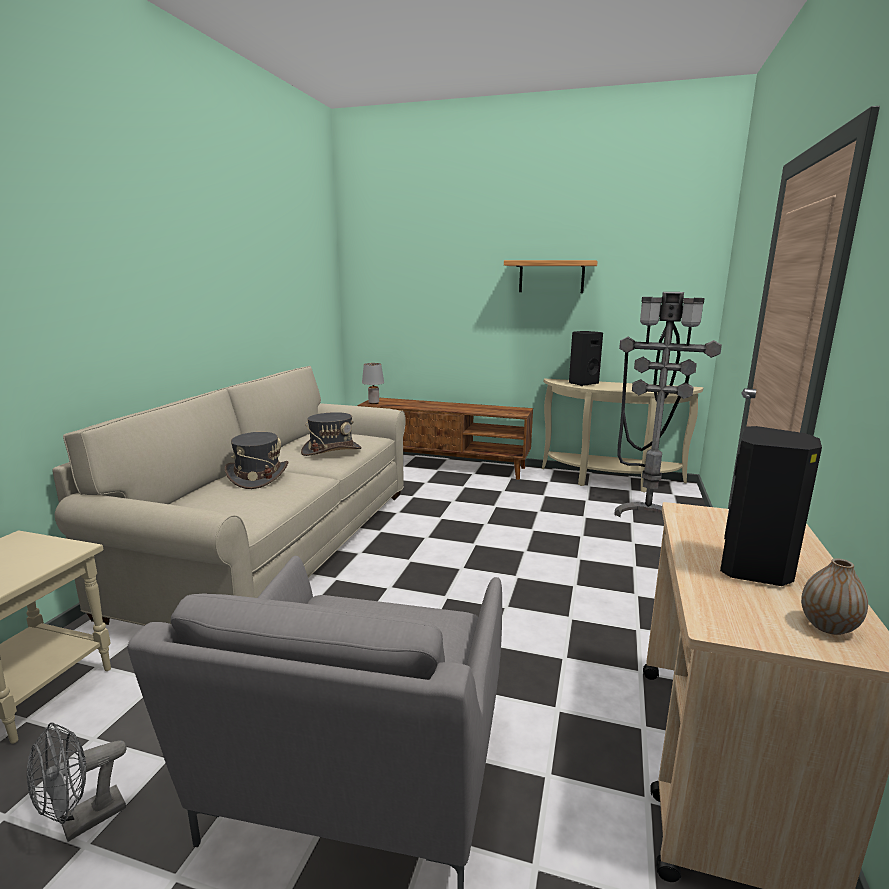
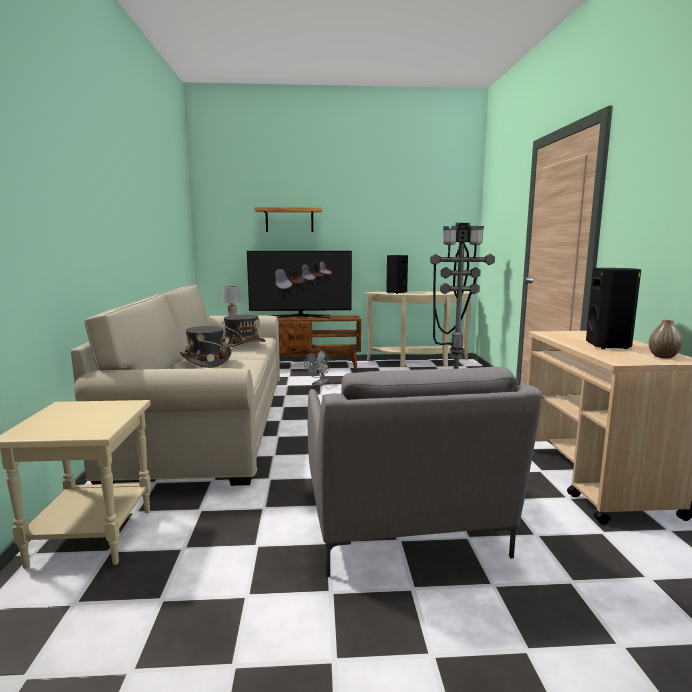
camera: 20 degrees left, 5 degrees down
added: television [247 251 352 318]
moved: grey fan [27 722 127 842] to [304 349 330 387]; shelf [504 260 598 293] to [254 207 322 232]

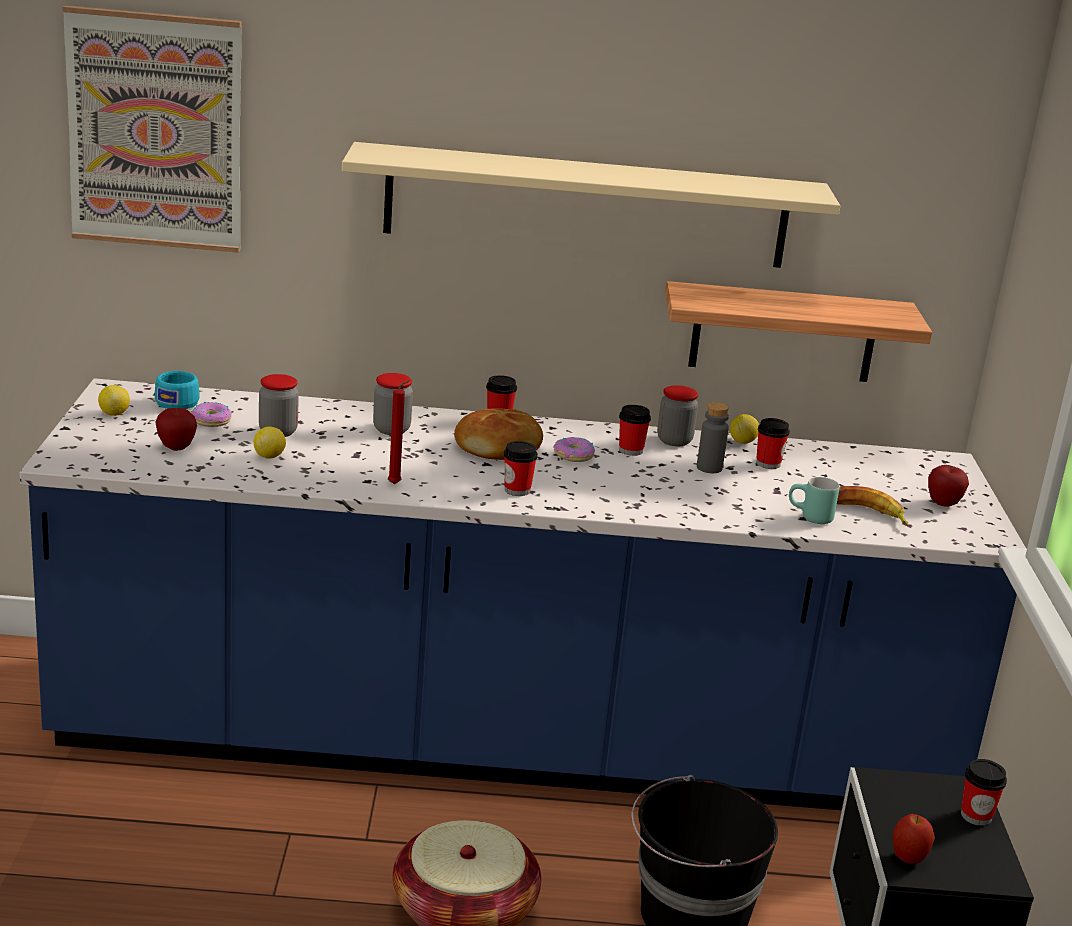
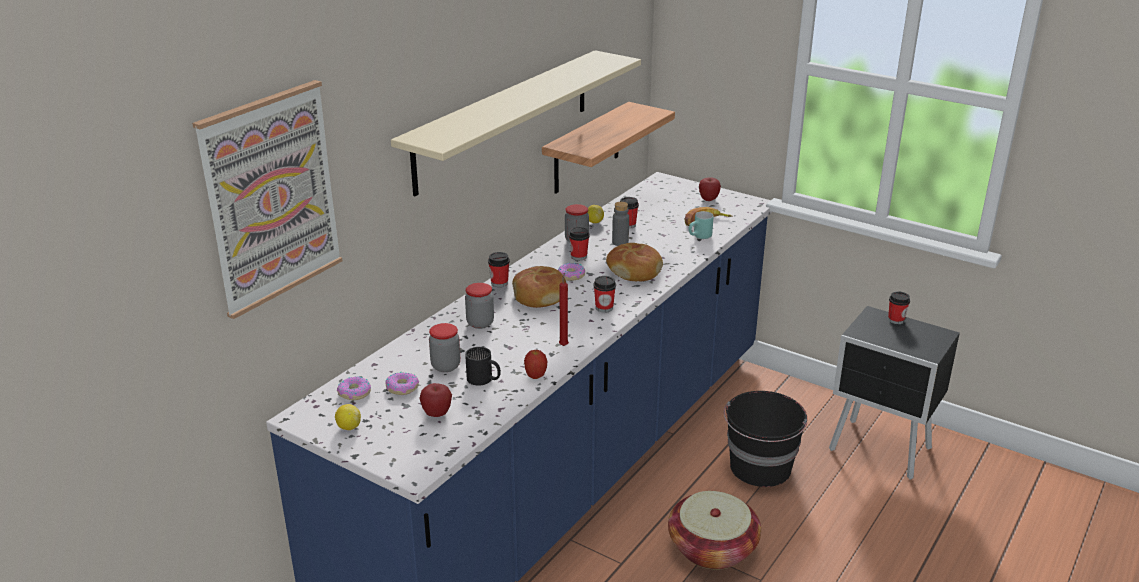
camera: 55 degrees left, 5 degrees up
added: bread [606 243 663 281]
moved: apple [893 814 935 864] to [524 350 547 379]
replaced: turquoise cup [155 371 200 409] to donut [337 376 371 400]; lemon [254 427 286 459] to black mug [465 347 501 385]

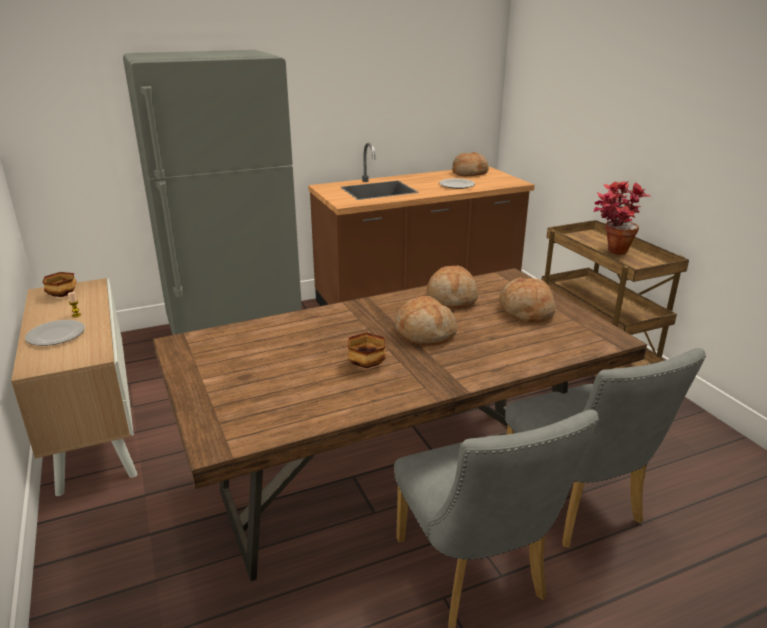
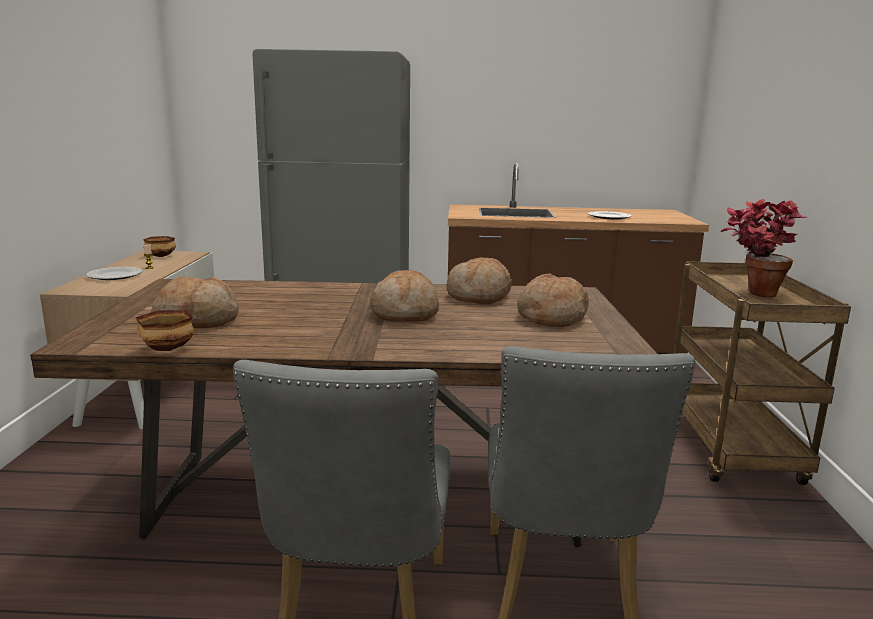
camera: 25 degrees right, 10 degrees down
moved: bowl [348 332 386 368] to [136 310 195 351]; bread [452 152 489 176] to [151 276 239 328]

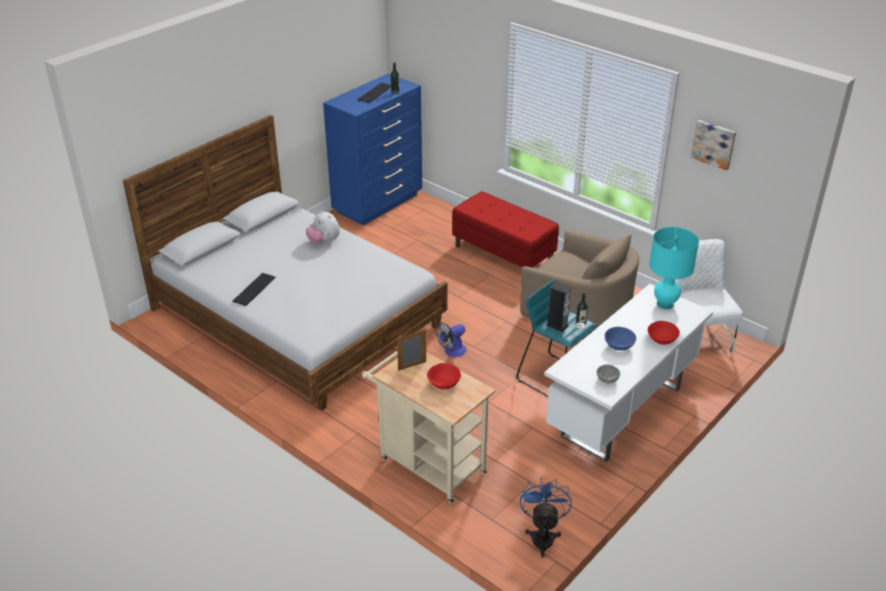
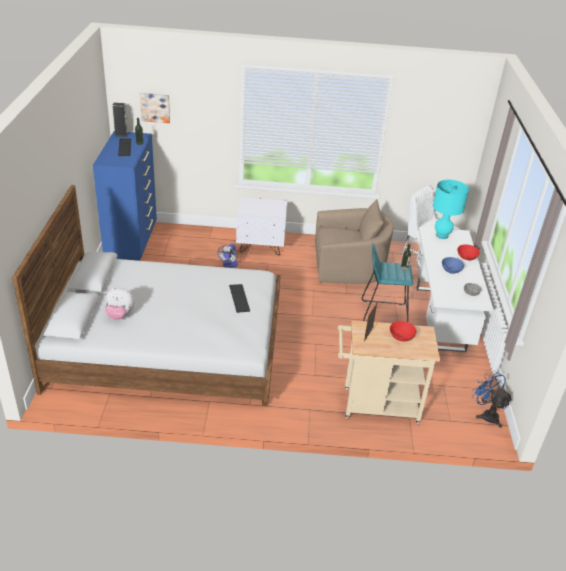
camera: 40 degrees left, 0 degrees up
moved: keyboard [233 273 276 306] to [229 284 250 313]; plush toy [306 210 340 244] to [105 288 134 320]; fan [436 322 467 357] to [217 244 238 268]; speaker [546 282 571 332] to [113 103 129 137]; picture [691 120 736 170] to [140 93 170 123]
replaced: red bench [452 192 559 267] to white nightstand [236 197 287 255]

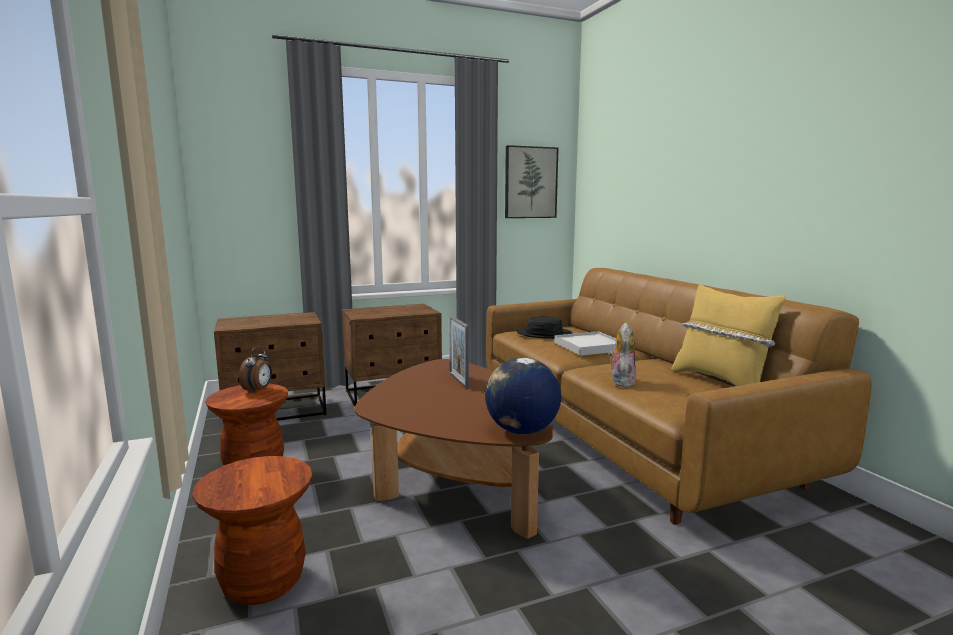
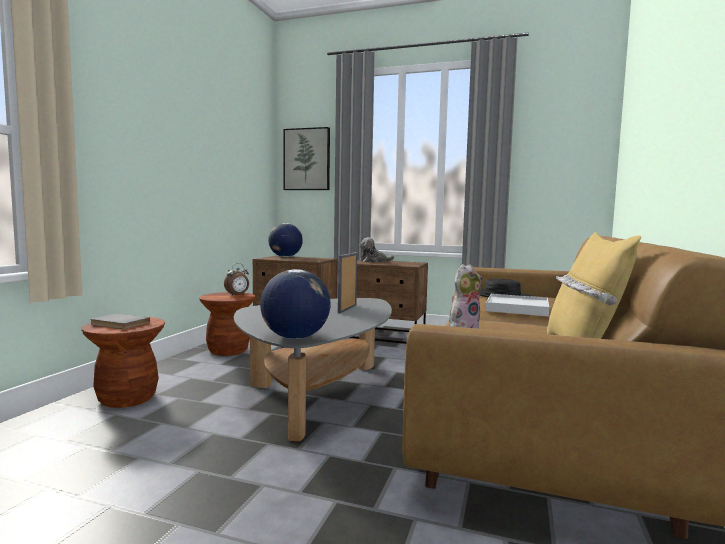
camera: 40 degrees right, 5 degrees down
added: grey book [90 313 150 329]; globe [268 223 303 257]; plush toy [359 237 394 262]
moved: picture [505 145 558 218] to [283 127 330 190]
recoloured: brown coffee table [354 359 553 539] to grey coffee table [234 298 392 441]

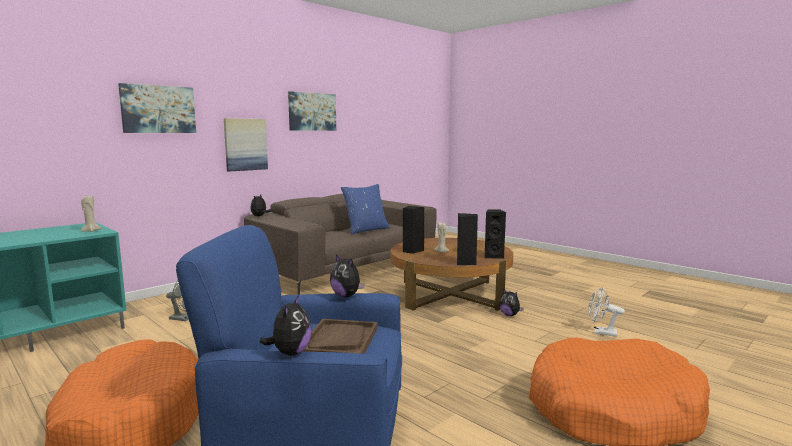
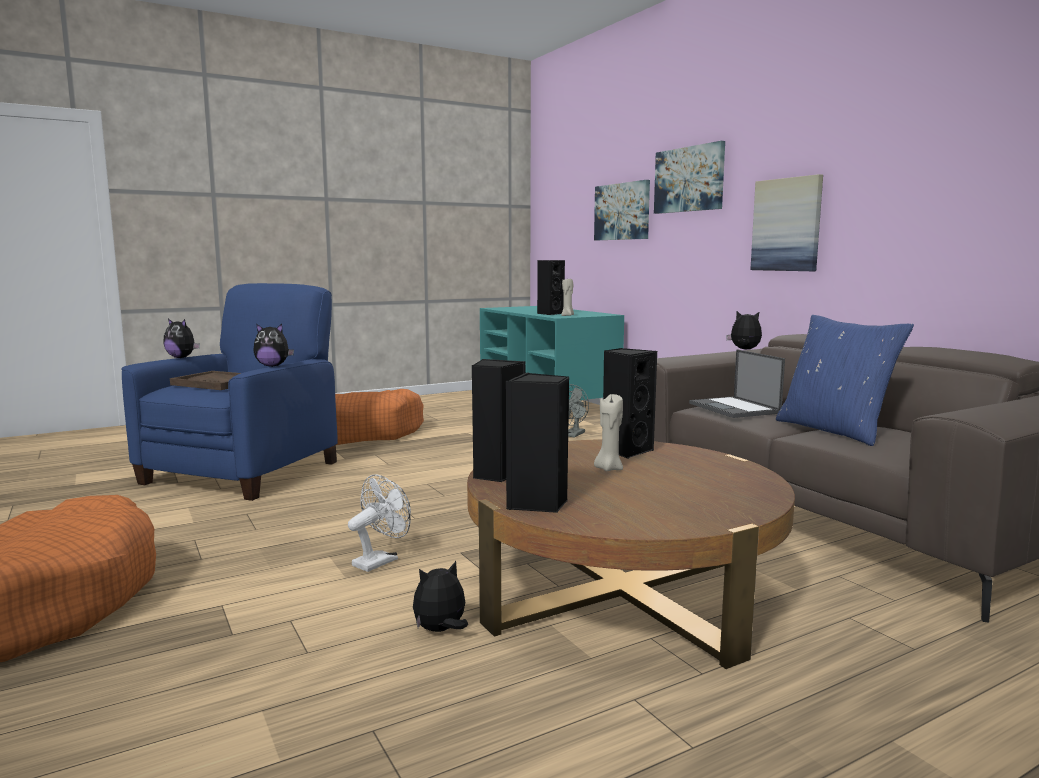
camera: 105 degrees right, 0 degrees up
added: black speaker [537 260 565 315]; laptop [689 349 785 418]
moved: picture [288 91 336 131] to [594 180 650 240]; white fan [588 287 625 337] to [348 474 411 572]
turned: plush toy [330 255 365 297] = [253 324 294 367] 150 degrees counterclockwise

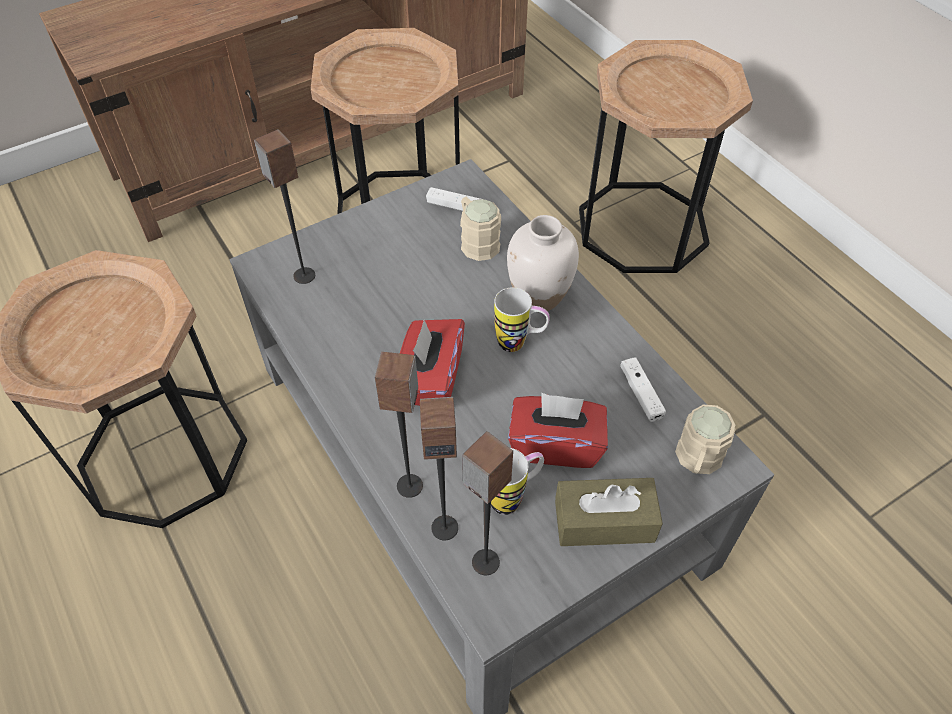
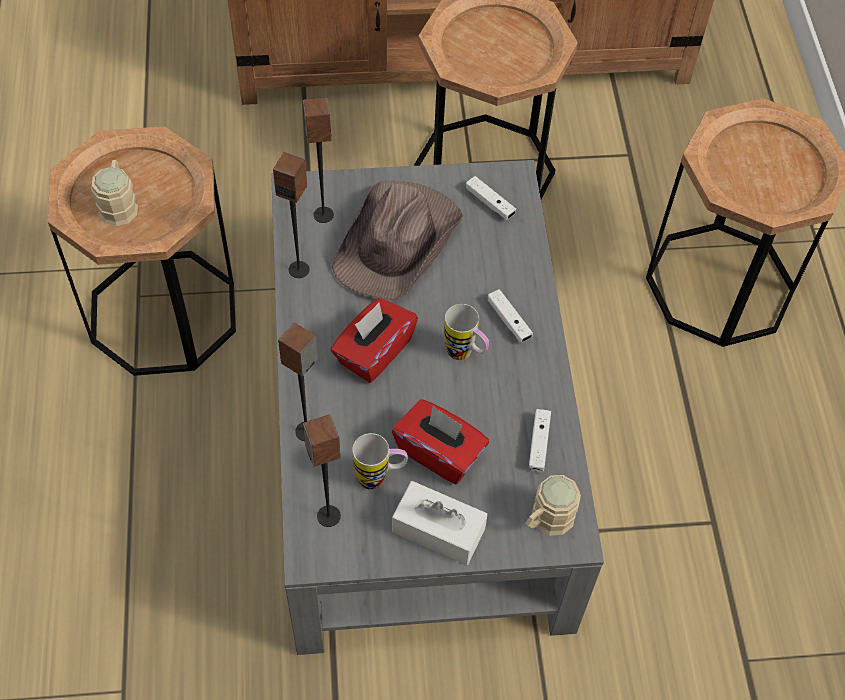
camera: 25 degrees right, 5 degrees up
added: brown hat [332 181 463 300]
moved: speaker [420 397 458 540] to [273 152 309 278]; beige mug [460 197 501 261] to [91 160 138 226]
replaced: white vase [507 215 579 311] to white game controller [487 289 533 343]
recoloured: brown tissue box [555 478 663 546] to white tissue box [392 481 488 565]

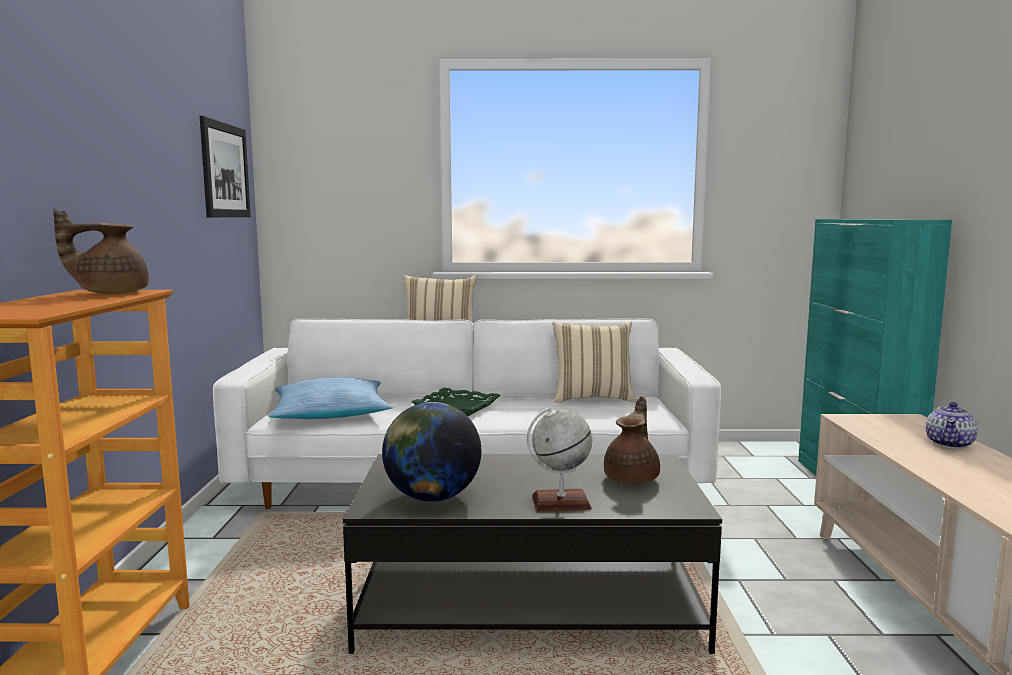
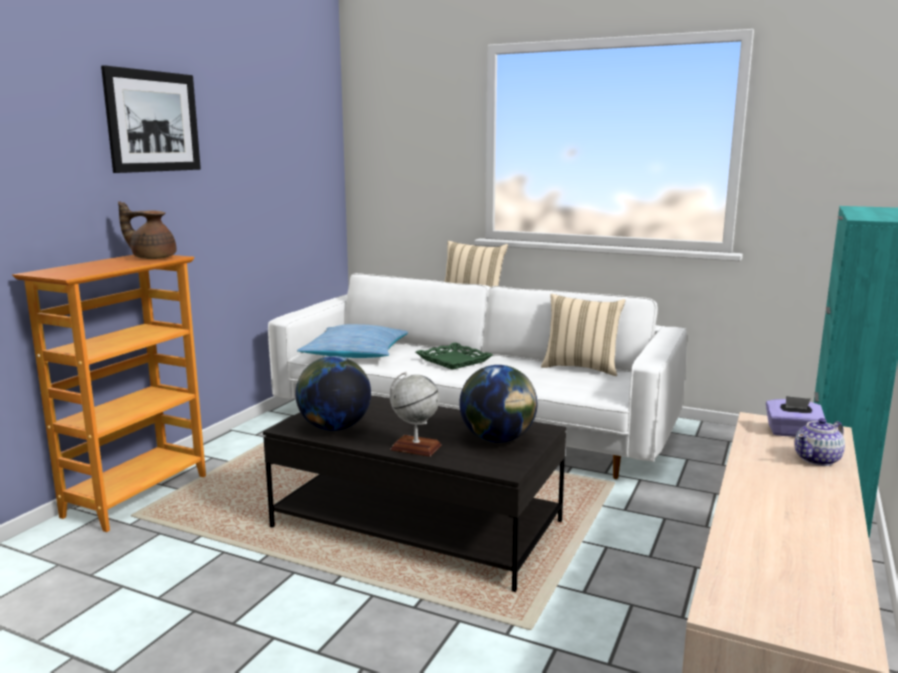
camera: 25 degrees right, 5 degrees up
added: purple tissue box [766 396 825 437]
moved: picture [200 116 251 217] to [101 65 201 173]
replaced: brown teapot [604 396 660 484] to globe [459 365 537 443]

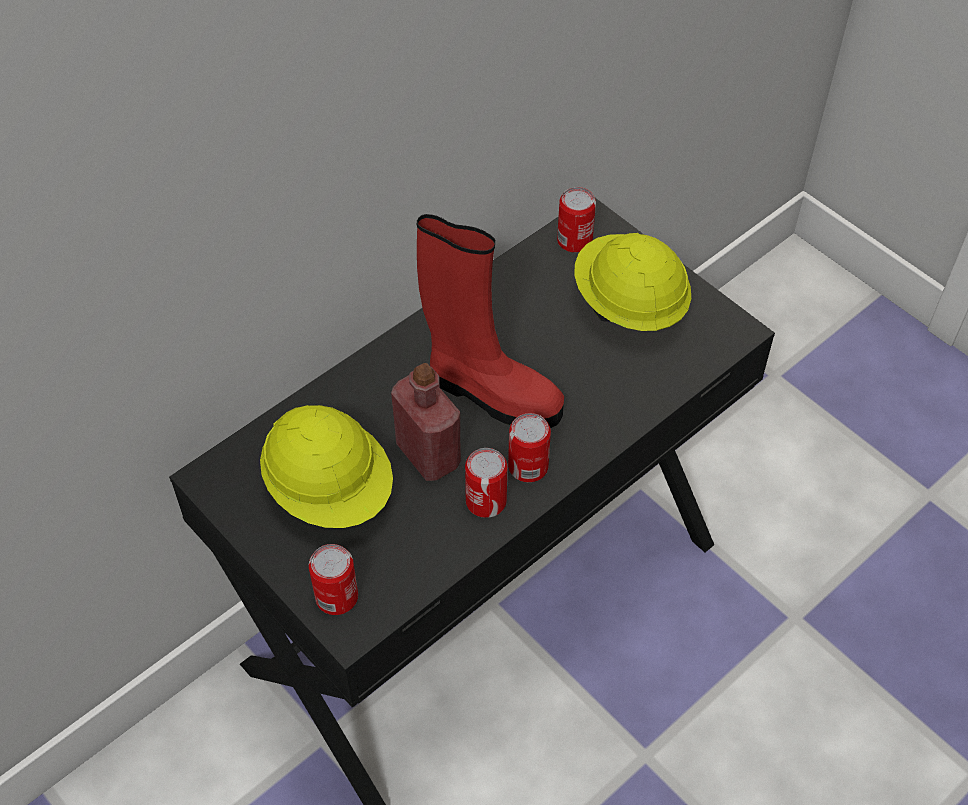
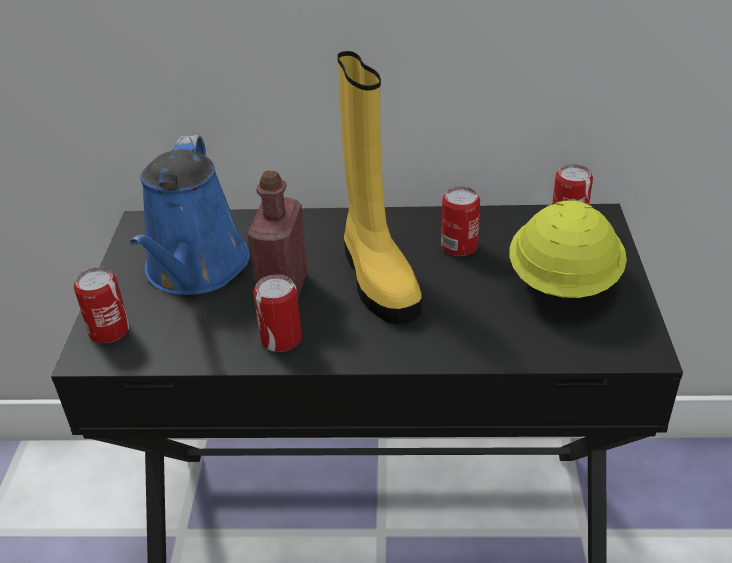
camera: 45 degrees right, 15 degrees down
moved: can [508 413 551 482] to [441 187 480 256]
replaced: yellow hard hat [260 405 393 528] to blue watering can [130 135 250 295]
recoloured: red boot [417 214 564 428] to yellow boot [337 51 422 325]

